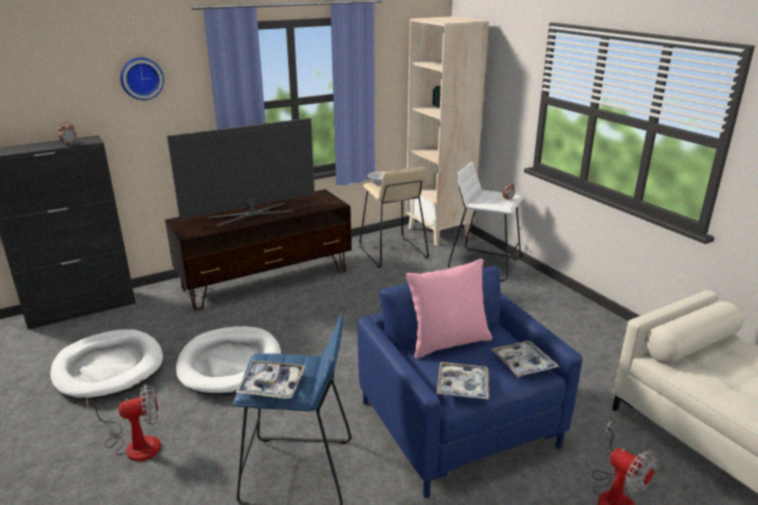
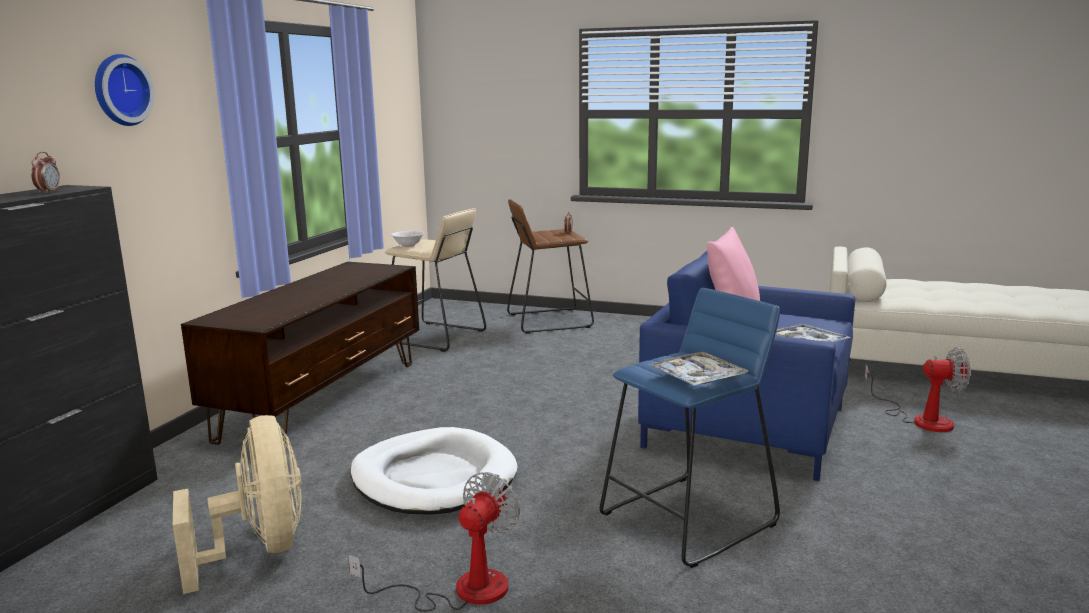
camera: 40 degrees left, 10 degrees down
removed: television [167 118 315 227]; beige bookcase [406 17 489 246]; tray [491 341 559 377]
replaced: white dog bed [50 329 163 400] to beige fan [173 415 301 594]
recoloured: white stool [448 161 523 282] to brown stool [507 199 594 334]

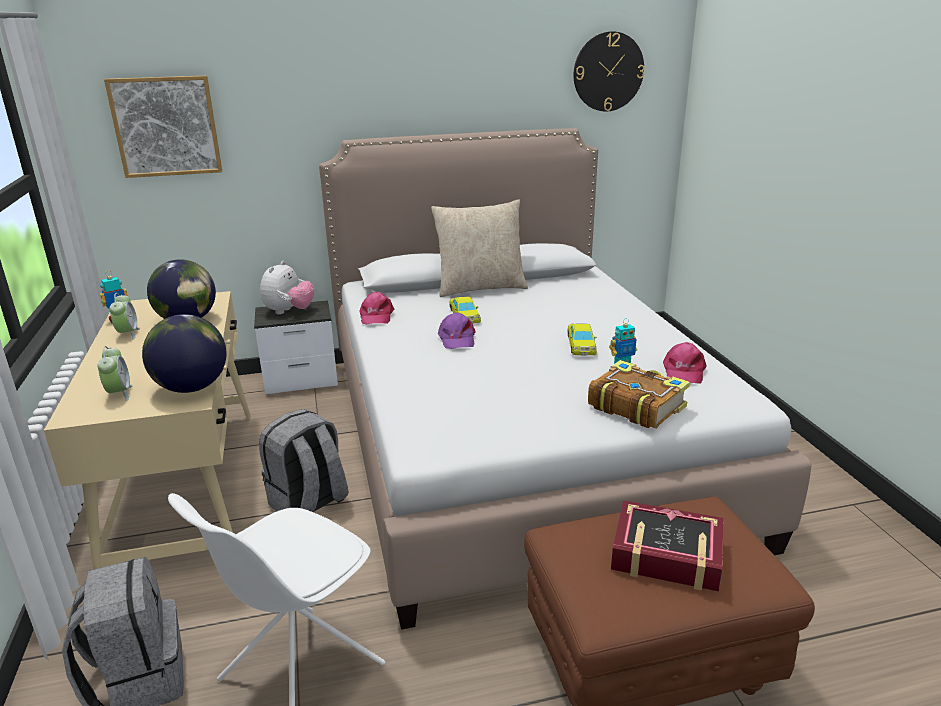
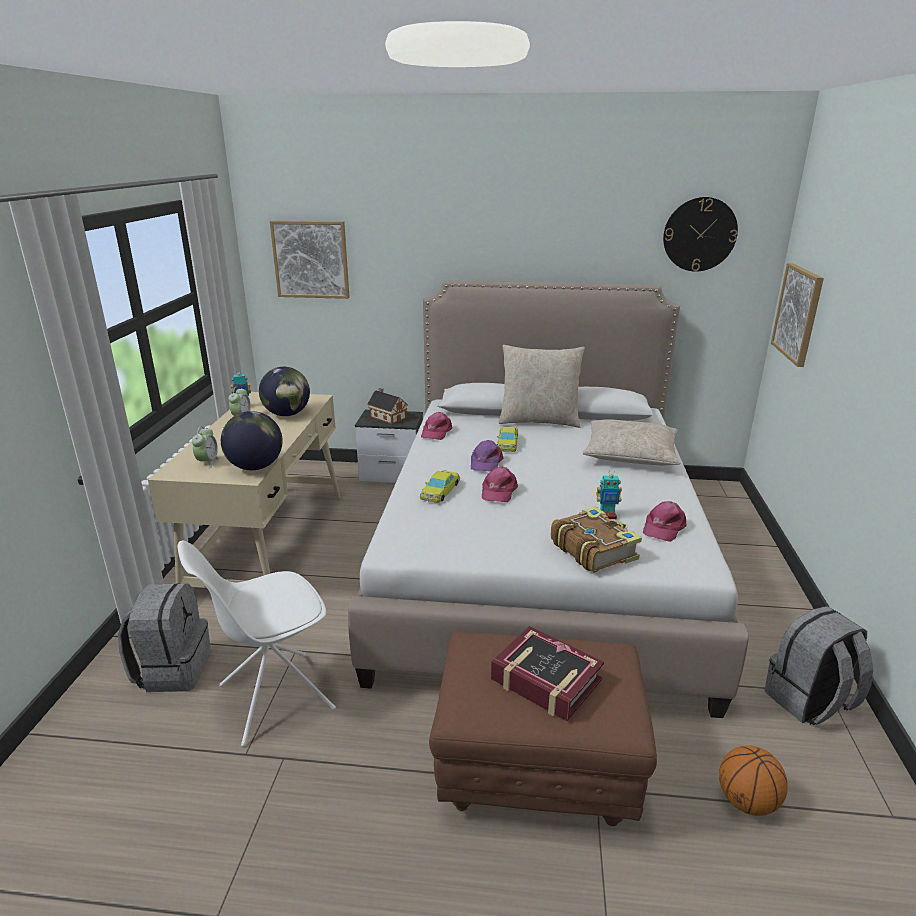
camera: 20 degrees right, 0 degrees up
added: pink cap [482 466 518 502]; beige pillow [582 419 680 465]; basketball [719 745 788 816]; picture [771 263 824 367]
moved: grey backpack [259 409 349 512] to [765 606 873 725]; yellow toy car [567 324 597 355] to [420 470 460 503]
replaced: plush toy [260 261 314 315] to toy house [367 388 407 424]

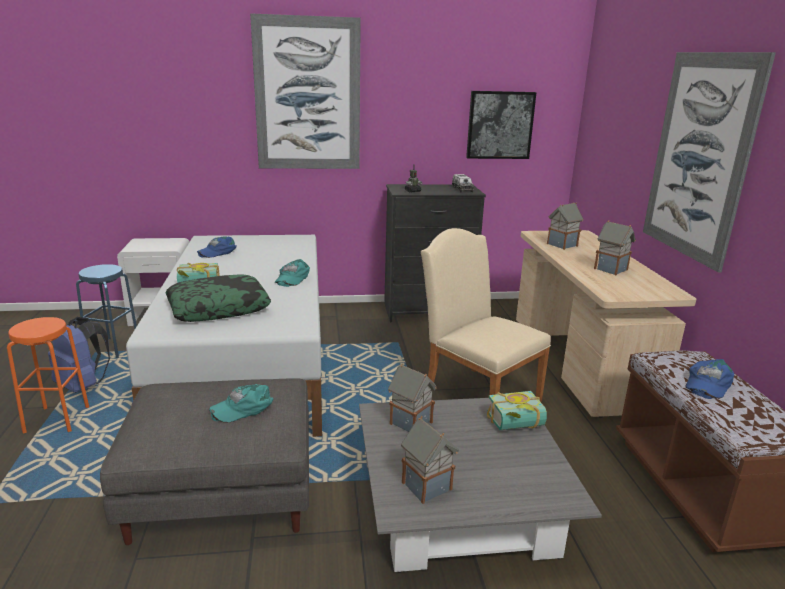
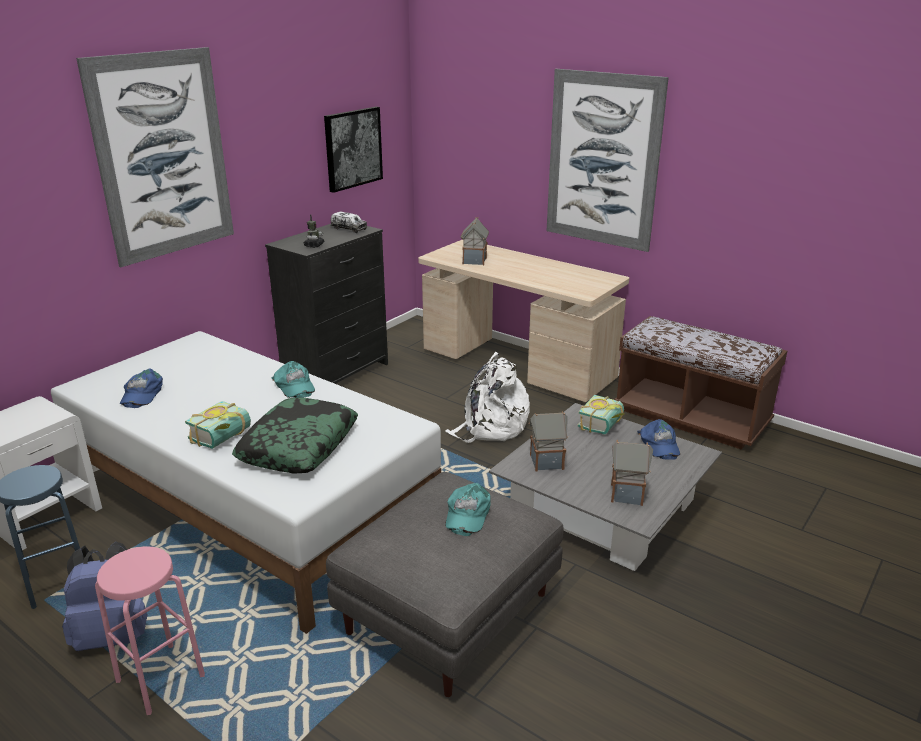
camera: 45 degrees left, 5 degrees up
removed: toy house [594 220 636 275]
moved: blue cap [686 359 734 399] to [637 419 680 460]
replaced: beige chair [421 228 551 402] to white backpack [445 352 530 443]
recoloured: orange stool [7 317 89 434] to pink stool [95 546 205 715]

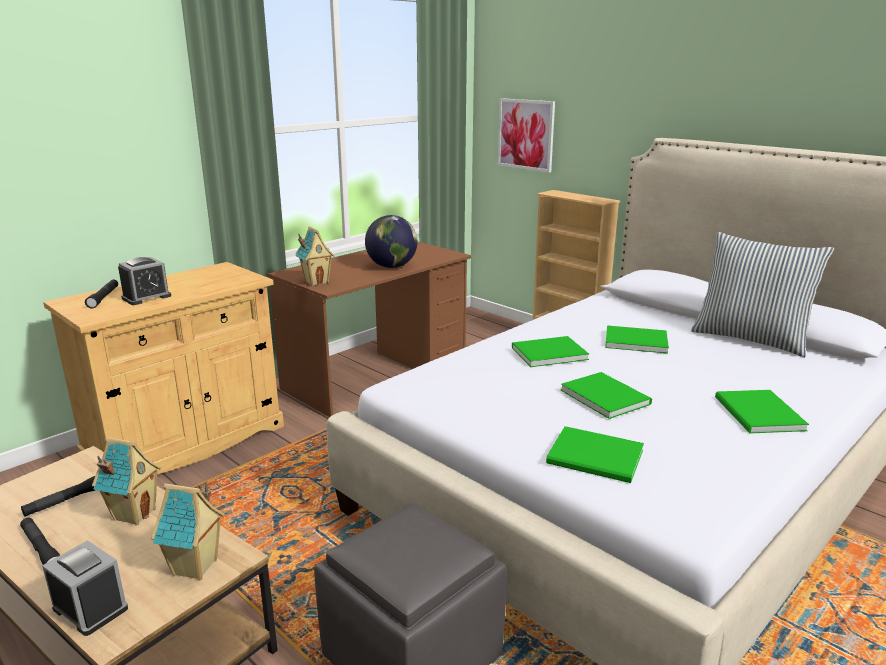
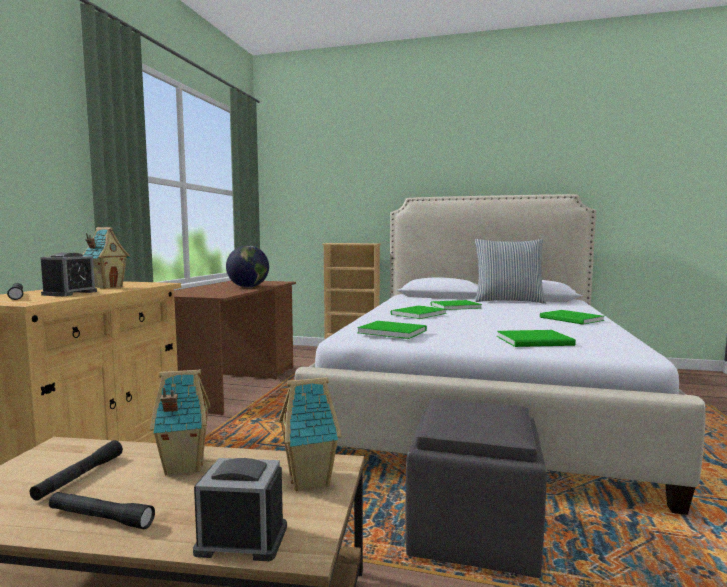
camera: 30 degrees left, 15 degrees down
removed: picture [498 98 555 173]
moved: toy house [295 226 335 286] to [83 227 130 289]; green book [561 372 652 419] to [357 321 427 339]

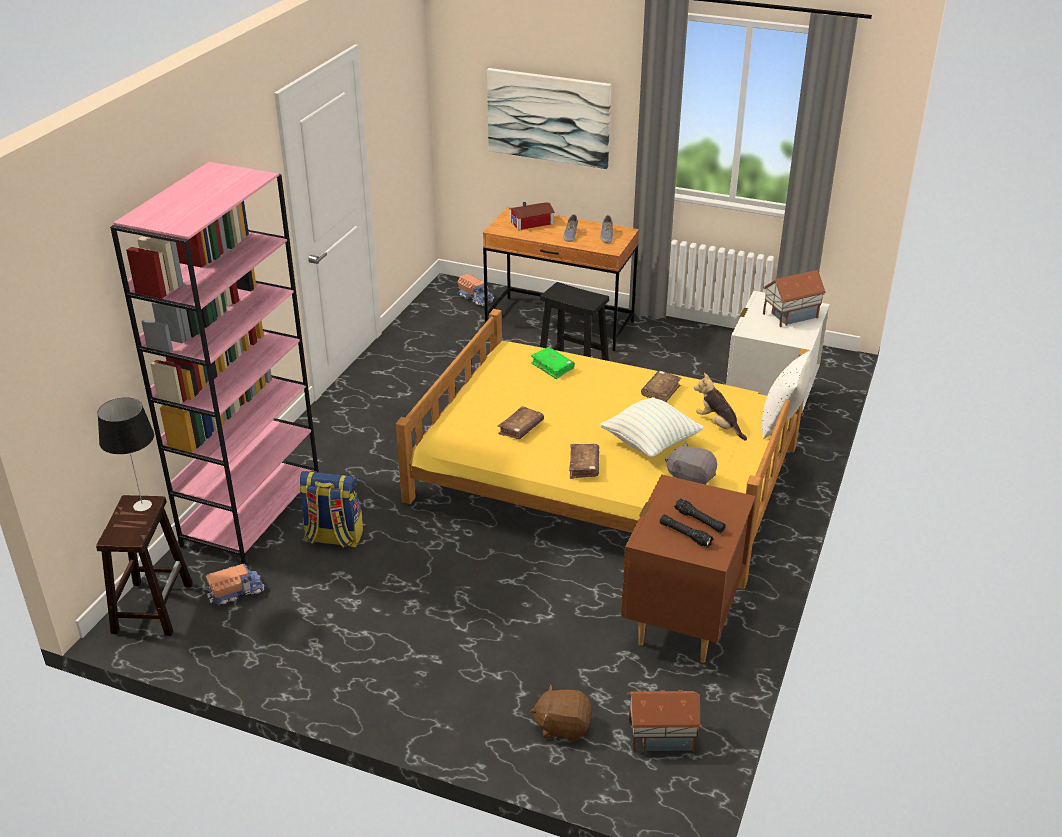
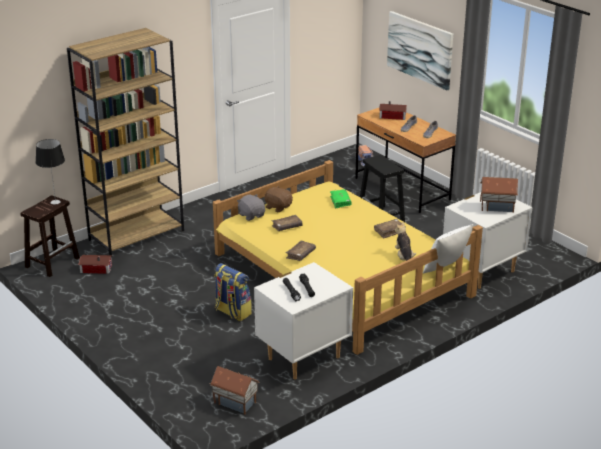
camera: 30 degrees right, 5 degrees down
removed: pillow [600 397 704 457]
moved: backpack [299 471 363 548] to [214 263 252 321]; brown plush toy [531 684 592 742] to [264 186 293 212]; grey plush toy [665 442 717 485] to [237 194 265 221]
replaced: toy truck [205 564 265 606] to toy house [78 255 112 274]
recoloured: pink bookcase [110 162 319 564] to brown bookcase [67 28 184 255]; brown nightstand [621 474 755 663] to white nightstand [254 262 353 380]

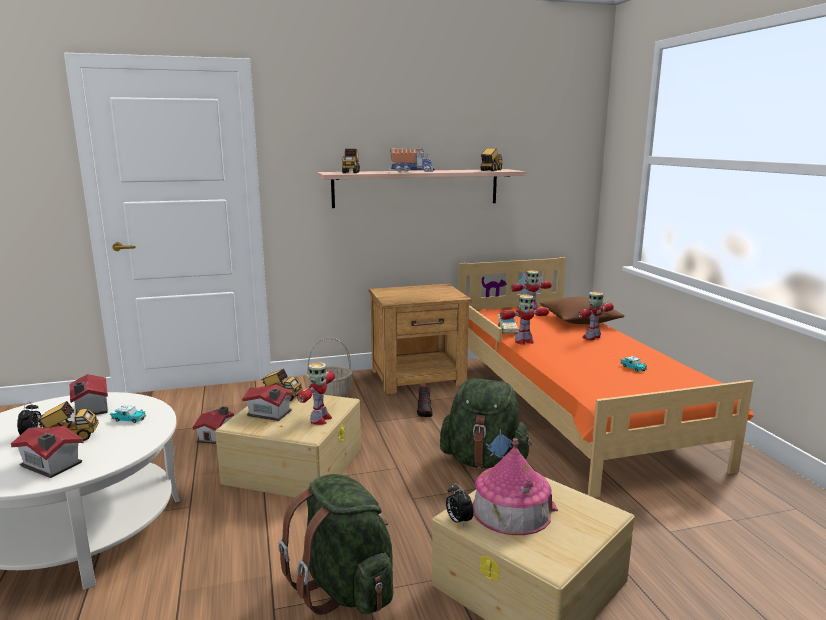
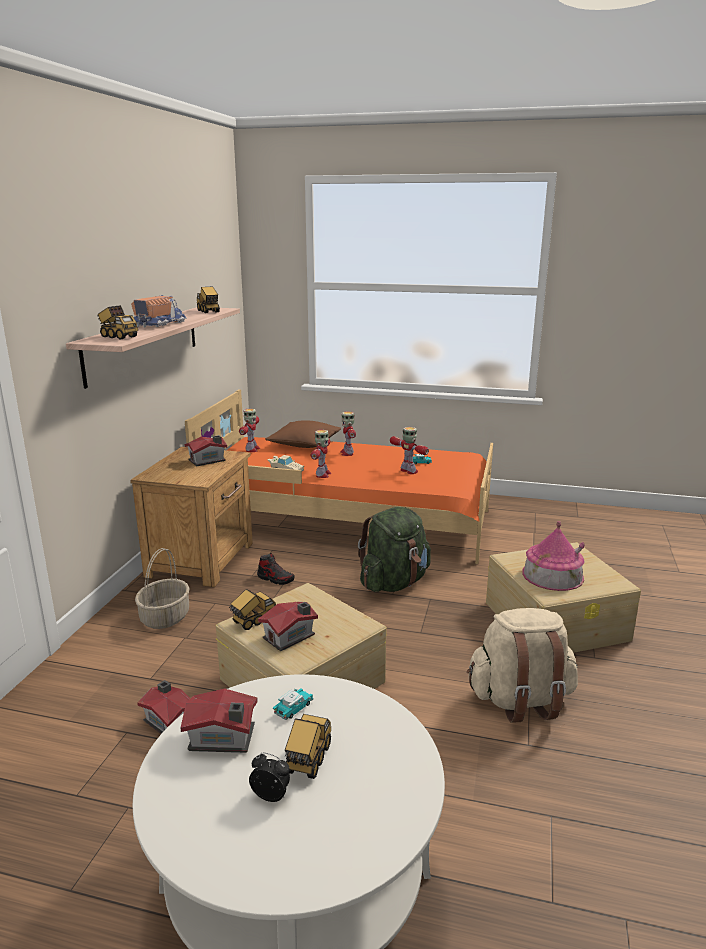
camera: 60 degrees left, 5 degrees up
removed: alarm clock [446 483 474 527]
moved: toy house [11 426 84 478] to [185 435 227 466]; toy robot [297 362 335 425] to [390 427 429 474]
recoloured: green backpack [278 474 393 615] to beige backpack [467 608 578 723]

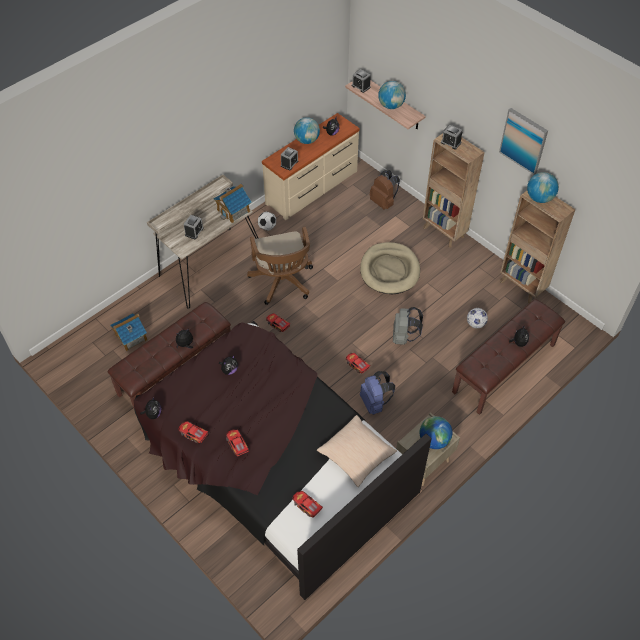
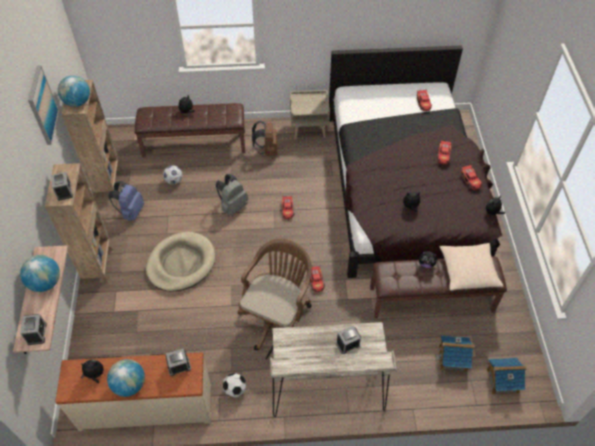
camera: 140 degrees left, 0 degrees up
removed: globe [419 416 452 449]
moved: toy house [213 184 252 223] to [487 358 527 395]; beige pillow [317 415 397 487] to [439 243 504 291]; blue backpack [360 371 395 415] to [108 181 144 221]; brown backpack [370 170 400 210] to [252 121 278 156]

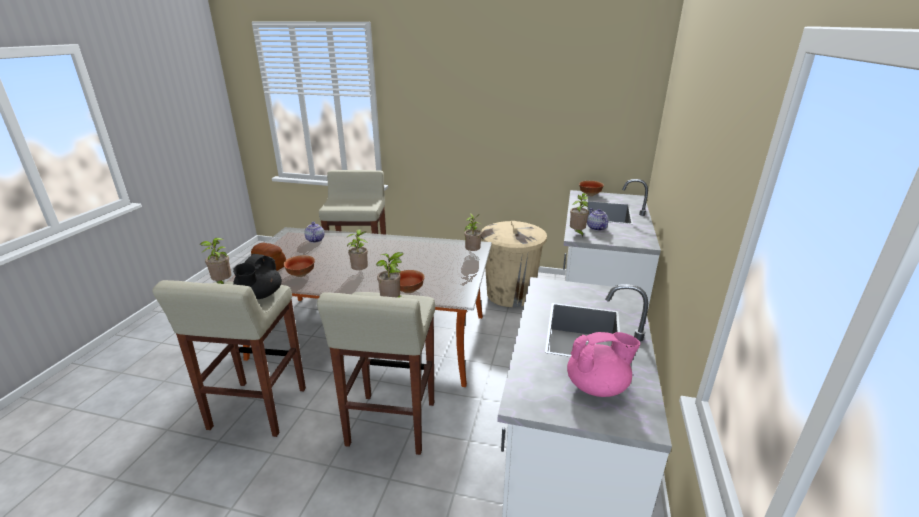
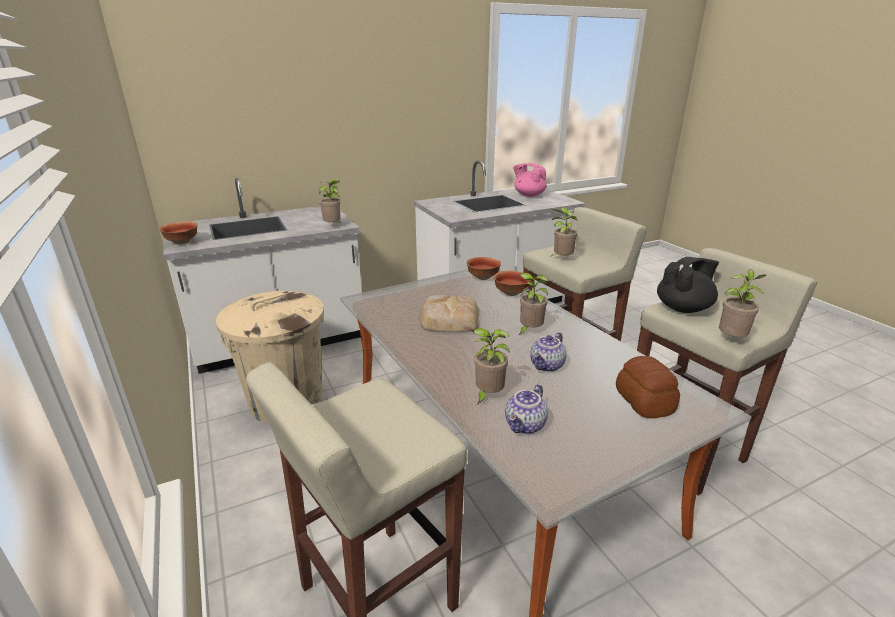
camera: 130 degrees left, 0 degrees up
added: bread [419 295 479 332]
moved: bowl [284 255 315 277] to [467 257 501 280]; potted plant [464 213 482 251] to [472 328 510 404]; teapot [587 208 609 231] to [530 332 566 372]

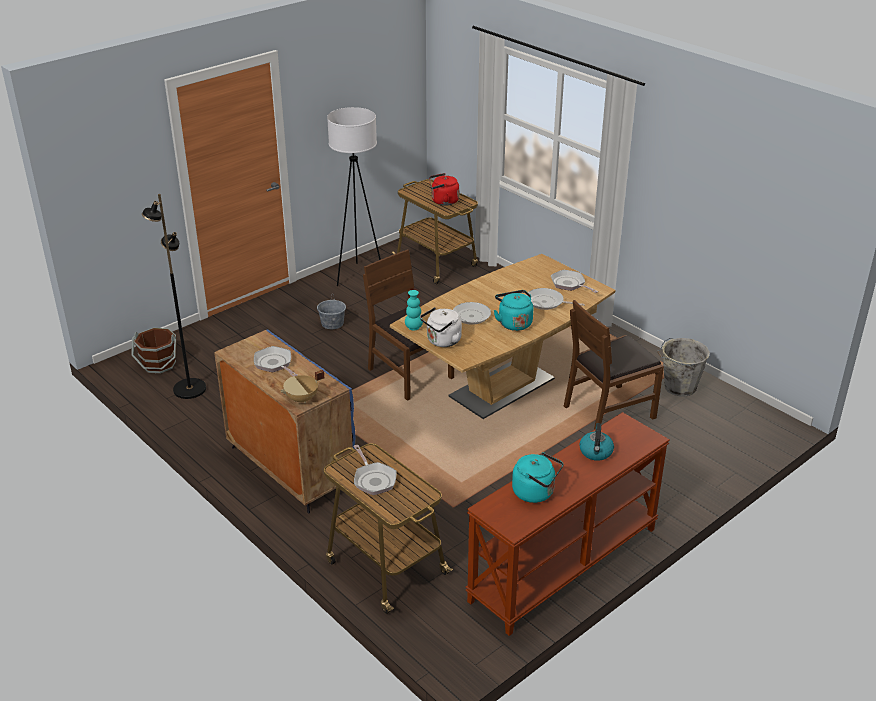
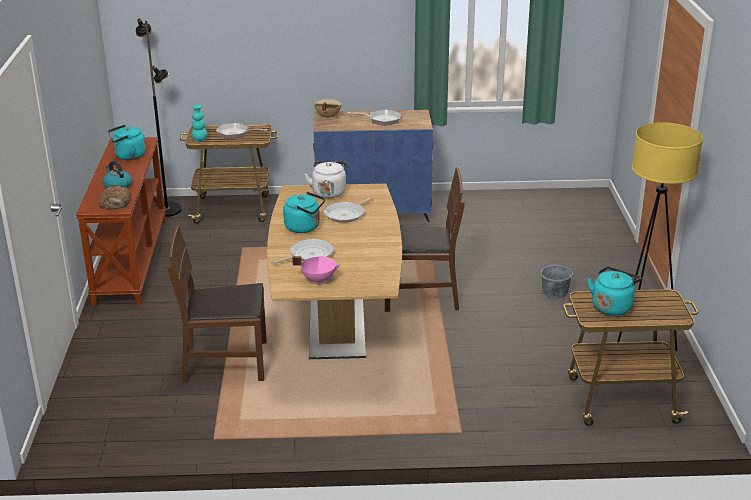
camera: 130 degrees right, 5 degrees down
removed: brown bucket [131 328 177 374]; grey bucket [657 338 710 397]
added: bread [99 185 131 210]
moved: black floor lamp [142 194 206 399] to [136 18 182 217]; turquoise vase [405 290 423 330] to [191 105 208 142]
replaced: frying pan [551 270 598 293] to pink cooking pot [292 256 341 285]
recoloured: white floor lamp [327 107 381 286] to yellow floor lamp [617 122 703 351]; red kettle [429 173 459 206] to turquoise kettle [587 267 642 316]
turned: brown chair [564 300 664 430] = [167 225 267 383] 105 degrees counterclockwise

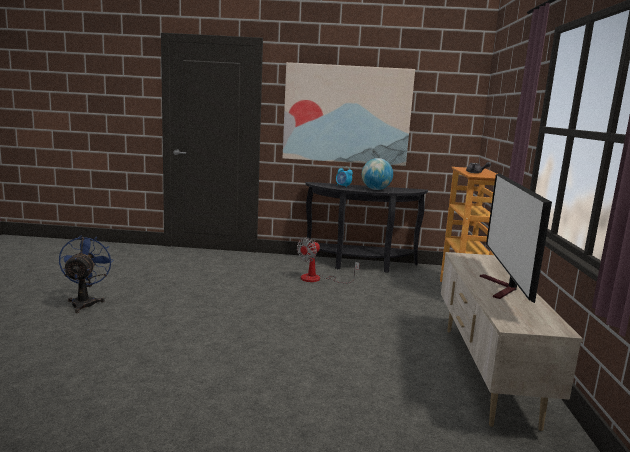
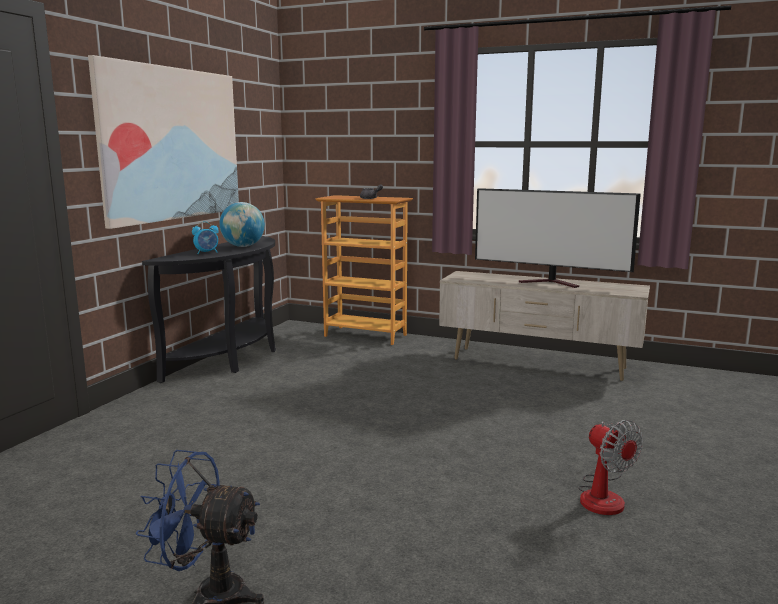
camera: 70 degrees left, 0 degrees up
moved: fan [297 237 360 283] to [578 420 643 515]

